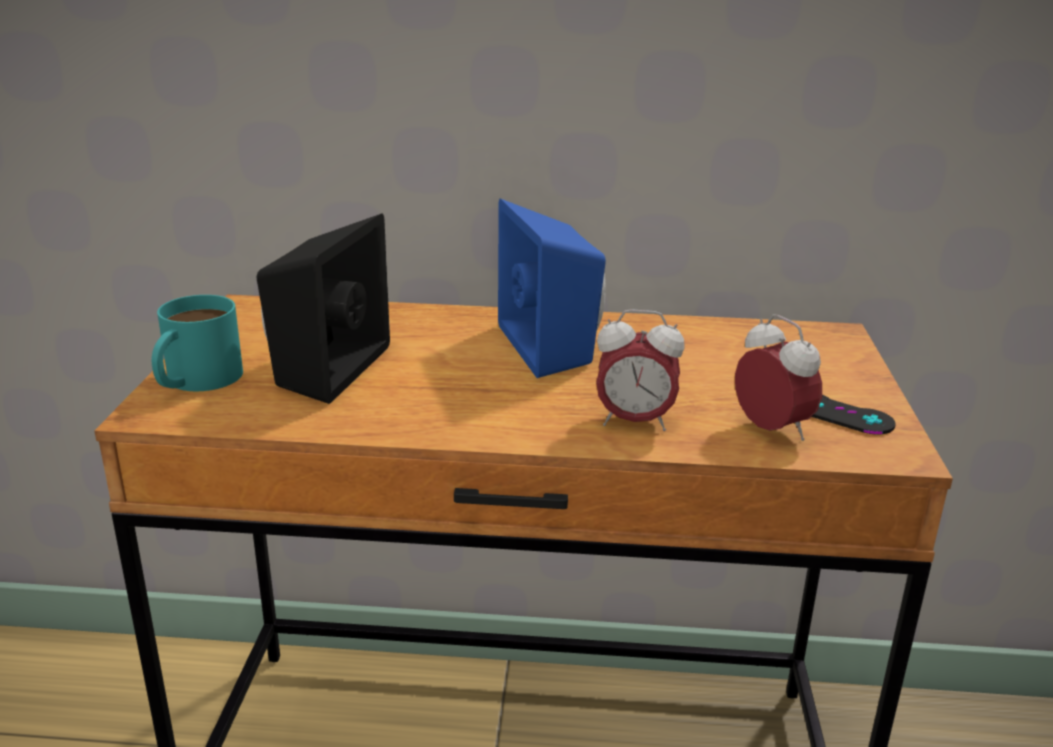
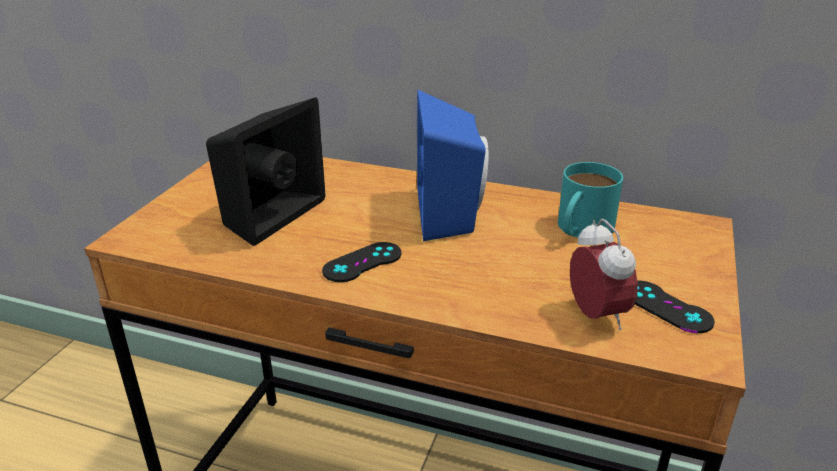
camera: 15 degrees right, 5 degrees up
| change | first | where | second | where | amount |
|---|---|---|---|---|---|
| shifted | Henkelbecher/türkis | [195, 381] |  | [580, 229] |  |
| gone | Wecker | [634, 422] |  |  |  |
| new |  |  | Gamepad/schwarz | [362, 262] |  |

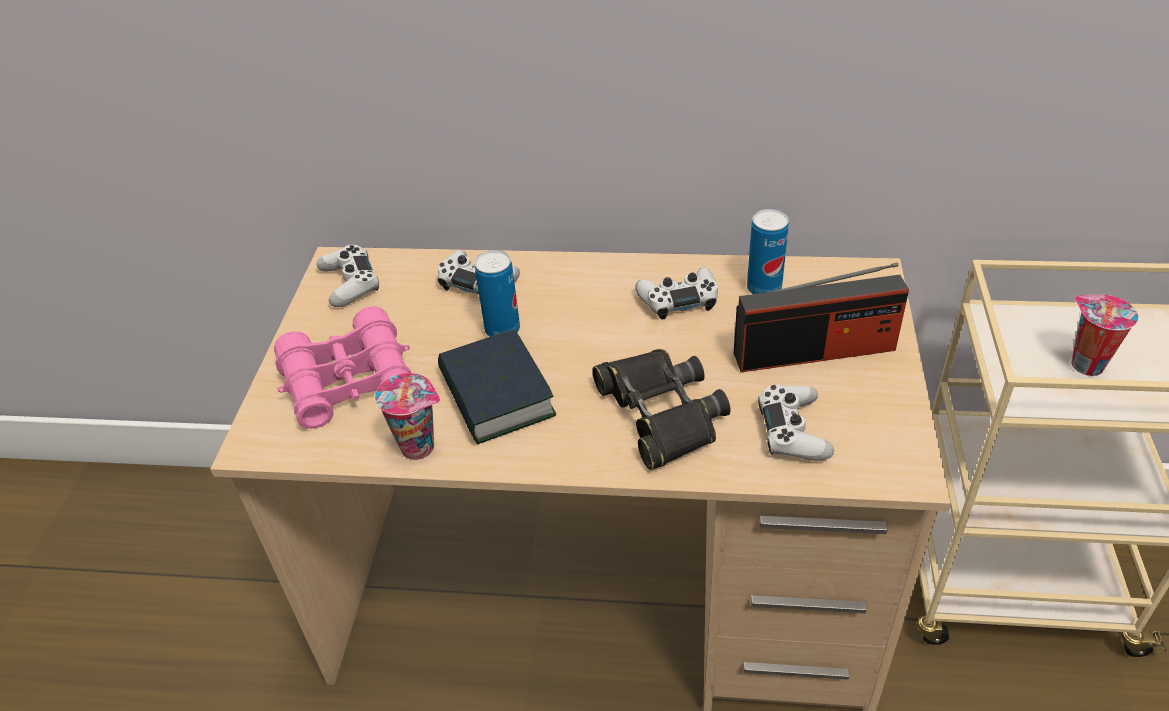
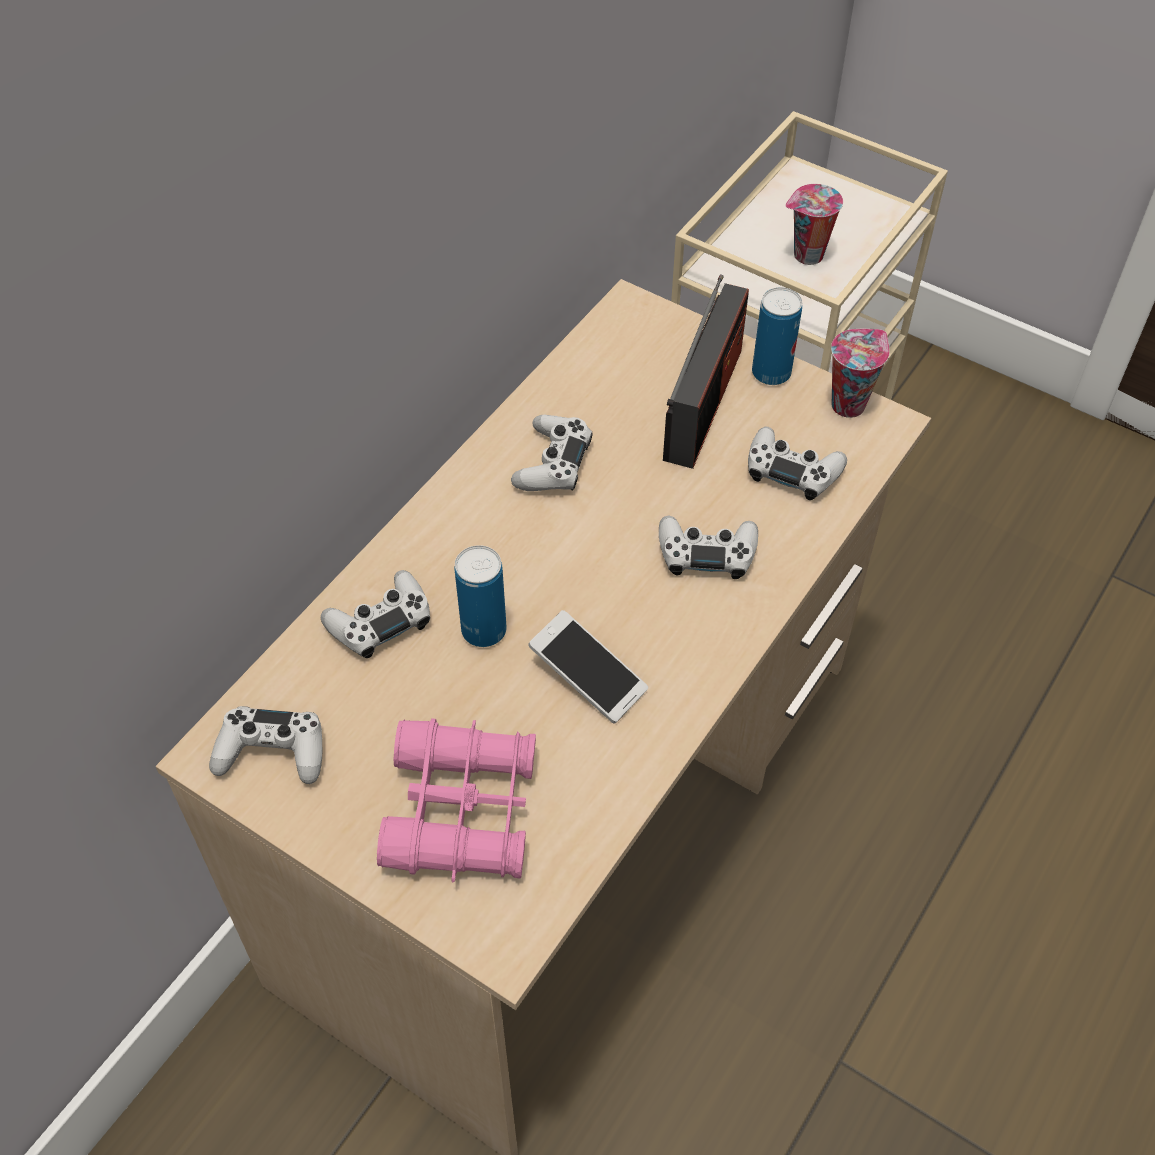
camera: 65 degrees left, 10 degrees up
| change | first | where | second | where | amount |
|---|---|---|---|---|---|
| shifted | Dose | [764, 288] |  | [771, 373] |  |
| swapped | Buch | [496, 395] | Handy | [588, 676] |  |
| swapped | Fernglas/schwarz | [660, 413] | Gamepad/weiß | [706, 553] |  |
| shifted | Tasse | [420, 446] |  | [848, 403] |  |

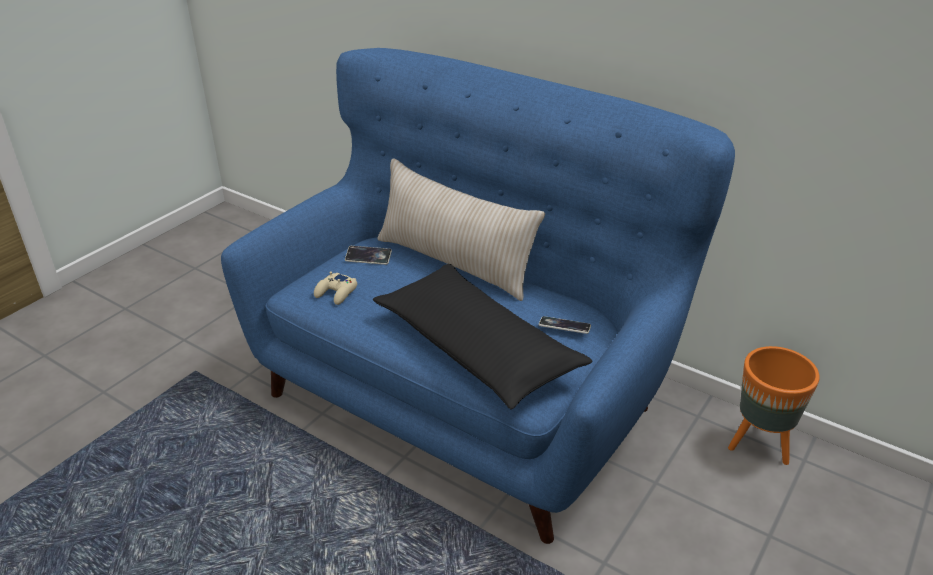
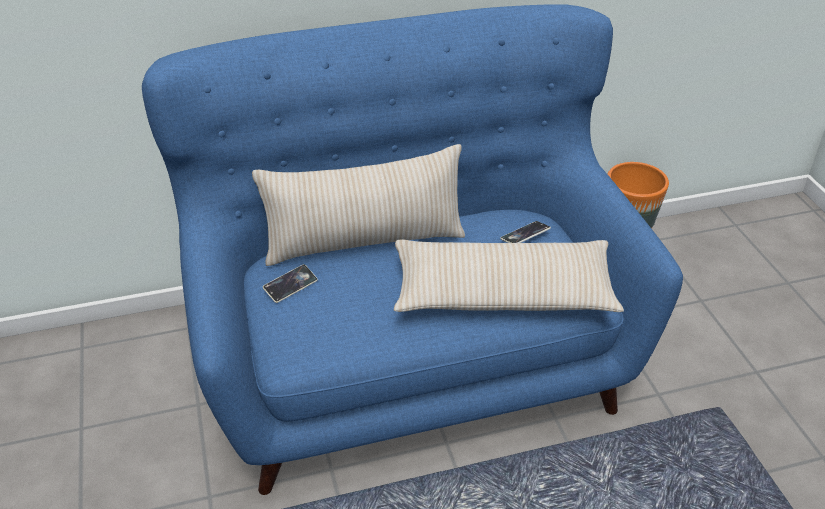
camera: 50 degrees left, 5 degrees up
| change | first | where | second | where | amount |
|---|---|---|---|---|---|
| repainted | Kissen/schwarz | [476, 348] | Kissen/beige | [503, 293] |  |
| gone | Gamepad/beige | [336, 293] |  |  |  |

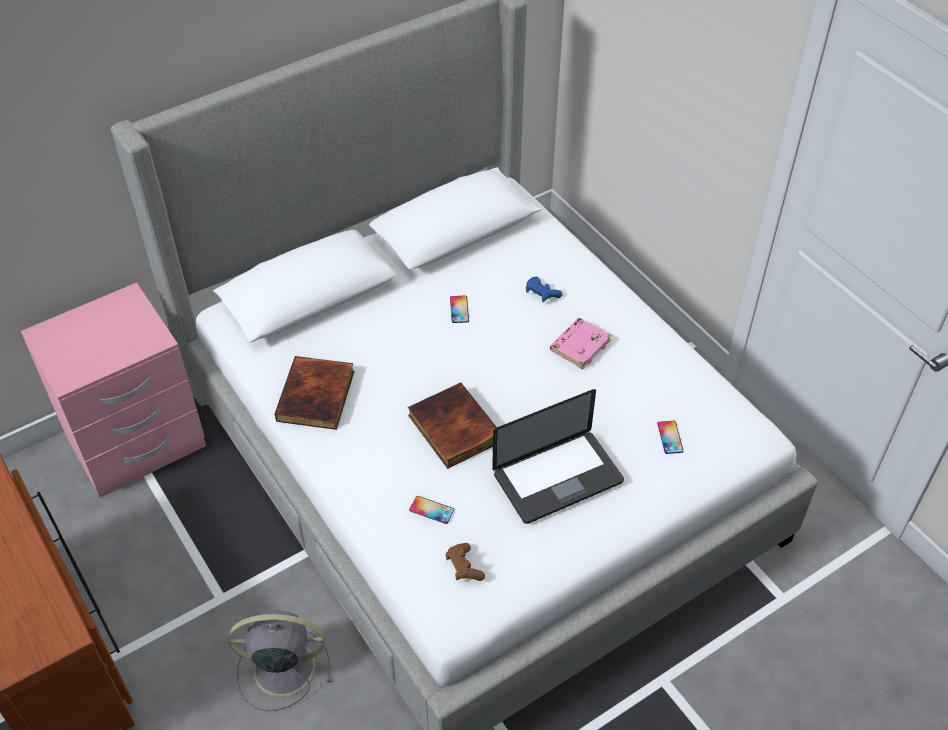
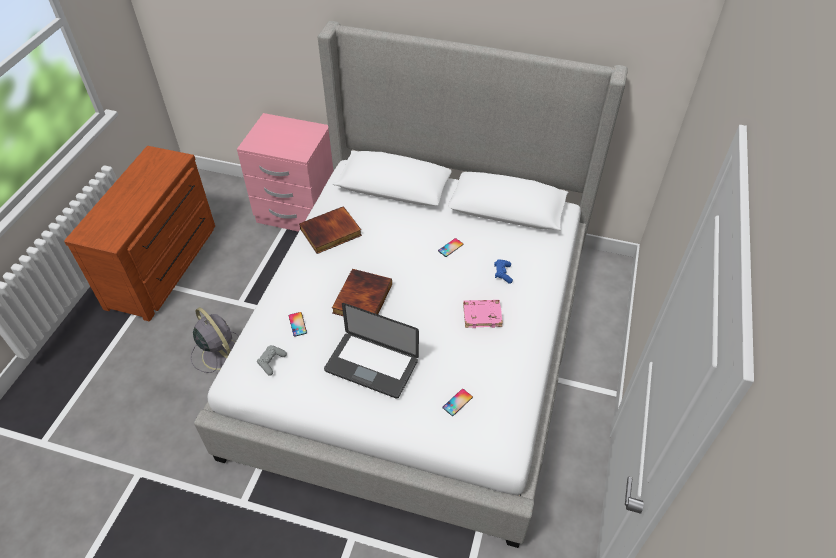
camera: 50 degrees right, 0 degrees up
| change | first | where | second | where | amount |
|---|---|---|---|---|---|
| repainted | Gamepad/braun | [464, 567] | Gamepad/grau | [271, 362] |  |

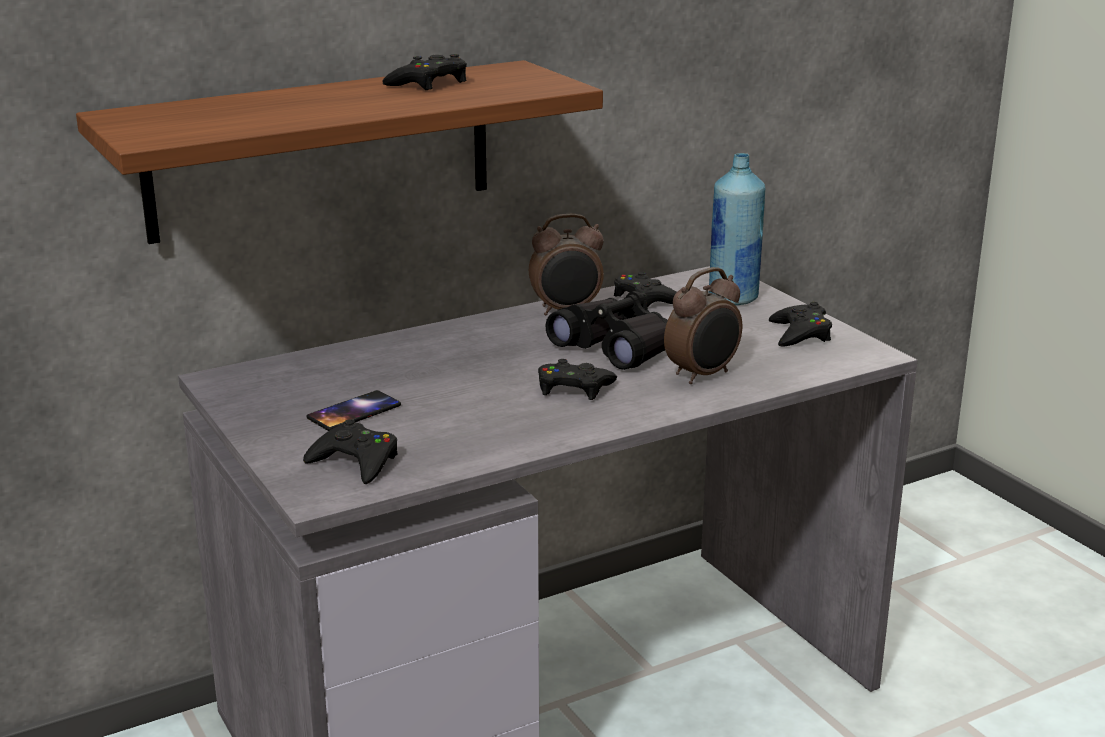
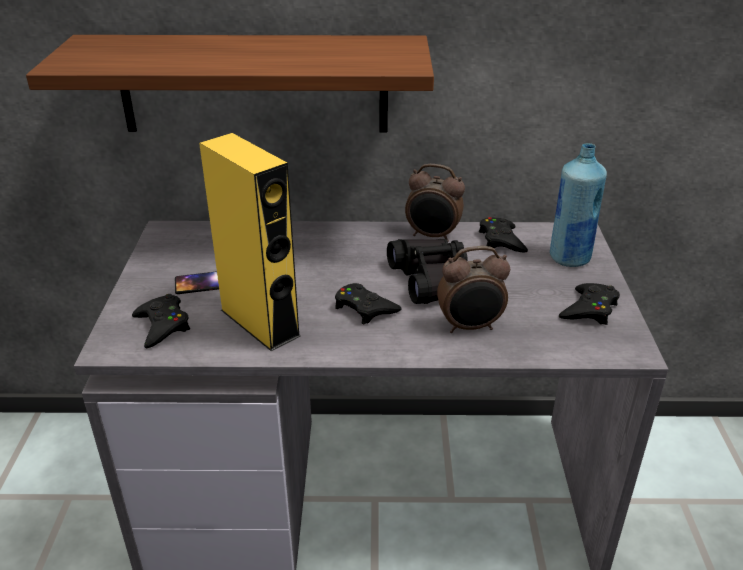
camera: 30 degrees right, 10 degrees up
| change | first | where | second | where | amount |
|---|---|---|---|---|---|
| gone | Gamepad/schwarz | [429, 83] |  |  |  |
| new |  |  | Lautsprecher/gelb | [260, 322] |  |

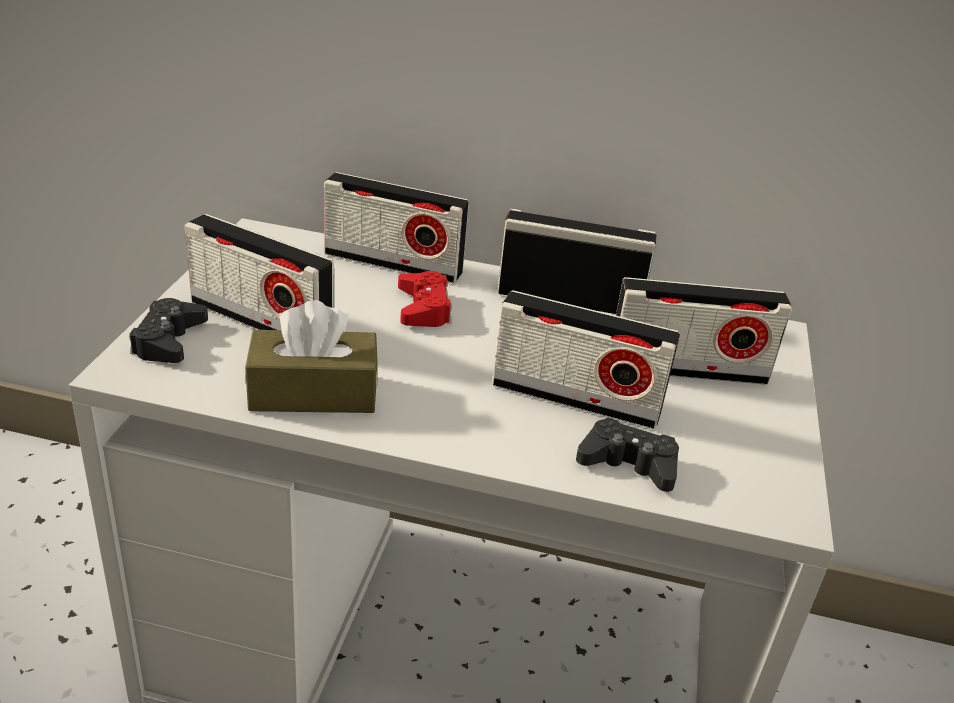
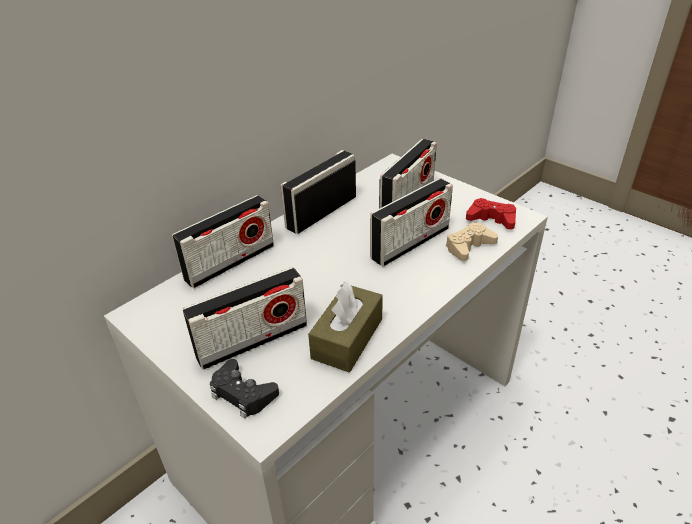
camera: 55 degrees left, 5 degrees up
| change | first | where | second | where | amount |
|---|---|---|---|---|---|
| shifted | Gamepad/rot | [424, 308] |  | [491, 219] |  |
| repainted | Gamepad/schwarz | [628, 464] | Gamepad/beige | [469, 246] |  |

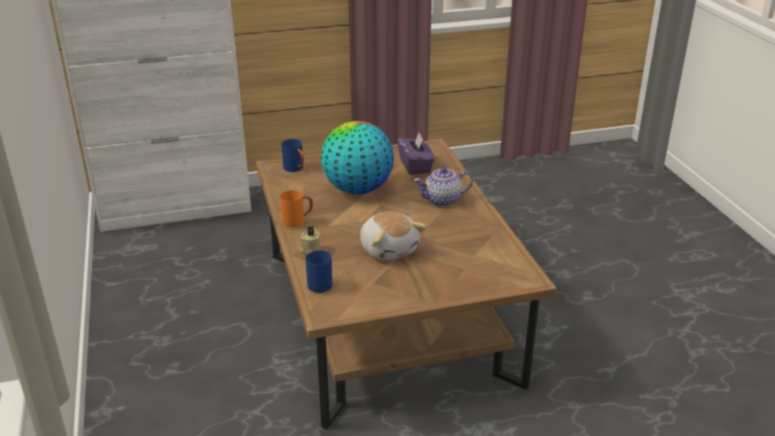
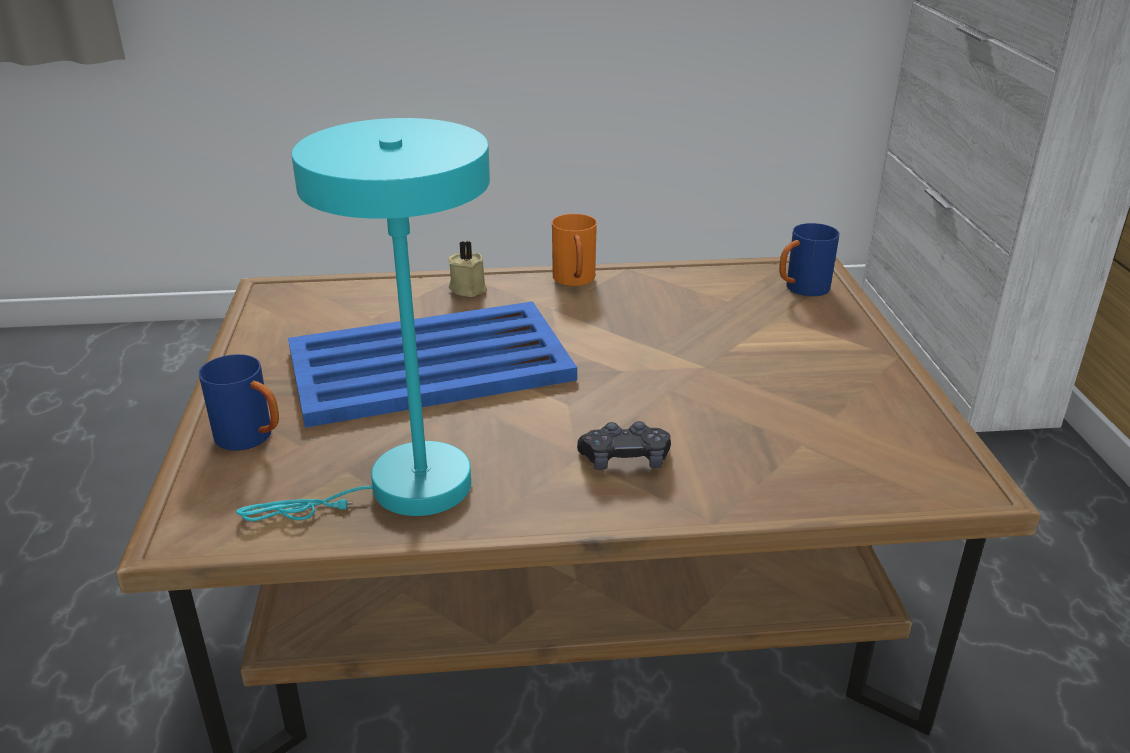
camera: 100 degrees right, 0 degrees up
| change | first | where | second | where | amount |
|---|---|---|---|---|---|
| gone | Globus | [357, 189] |  |  |  |
| gone | Taschentuchbox/lila | [415, 166] |  |  |  |
| swapped | Teekanne | [443, 200] | Gamepad/schwarz | [625, 460] |  |
| swapped | Plüschtier | [389, 249] | Tablett/blau | [433, 365] |  |
| shifted | Henkelbecher/blau | [321, 283] |  | [252, 439] |  |
| new |  |  | Tischlampe/türkis | [403, 490] |  |

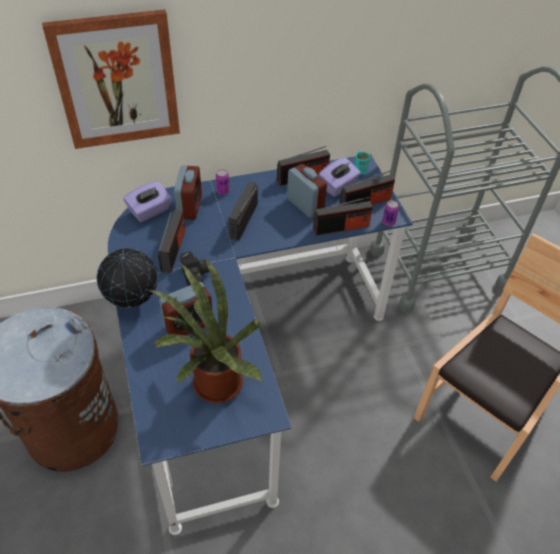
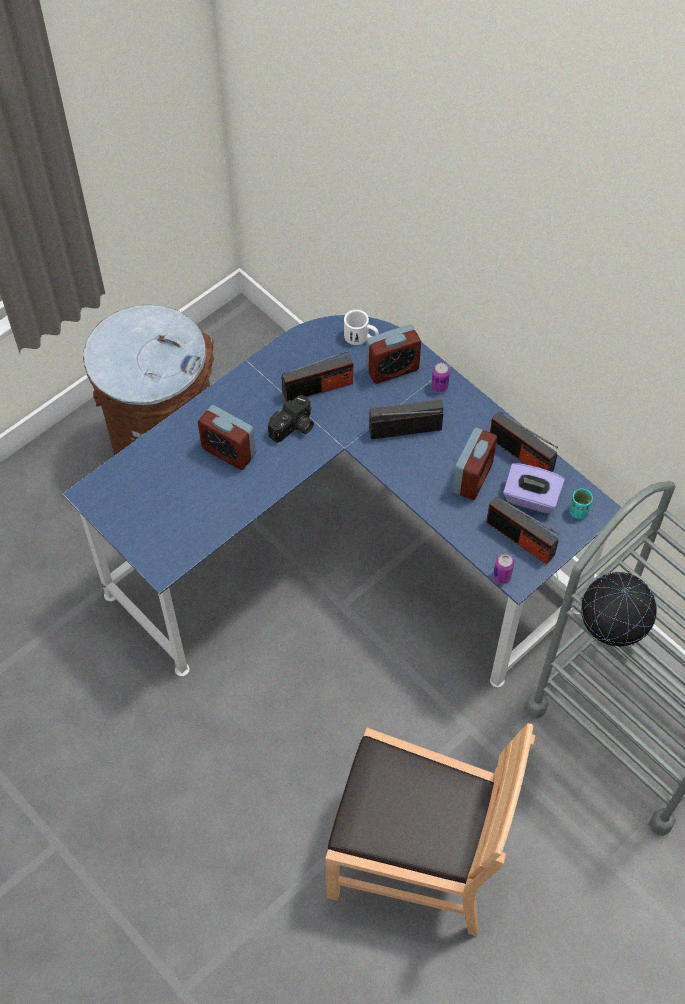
camera: 65 degrees right, 10 degrees up
| change | first | where | second | where | amount |
|---|---|---|---|---|---|
| gone | Bild | [117, 81] |  |  |  |
| swapped | Taschentuchbox/lila | [150, 211] | Henkelbecher/weiß | [361, 337] |  |
| gone | Radio | [341, 227] |  |  |  |
| shifted | Globus | [133, 302] |  | [611, 630] |  |
| gone | Topfpflanze | [212, 385] |  |  |  |

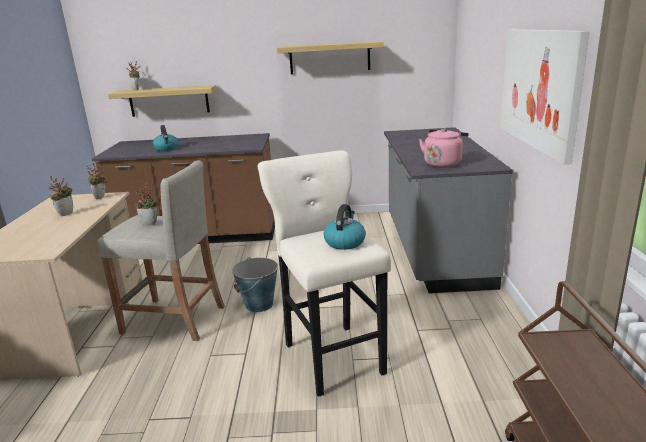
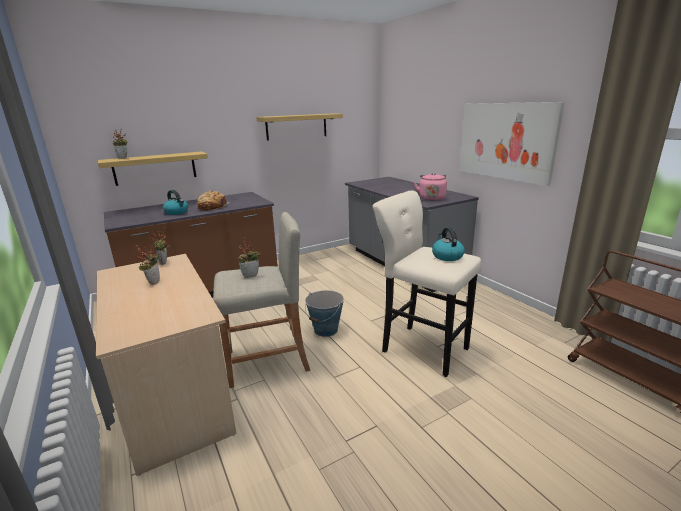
camera: 30 degrees left, 0 degrees up
| change | first | where | second | where | amount |
|---|---|---|---|---|---|
| new |  |  | Brot | [212, 207] |  |

